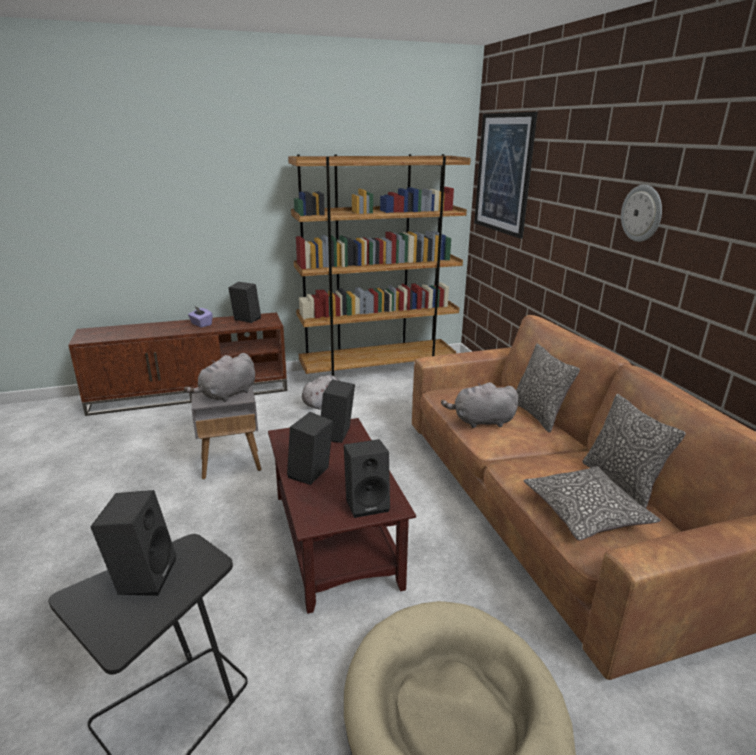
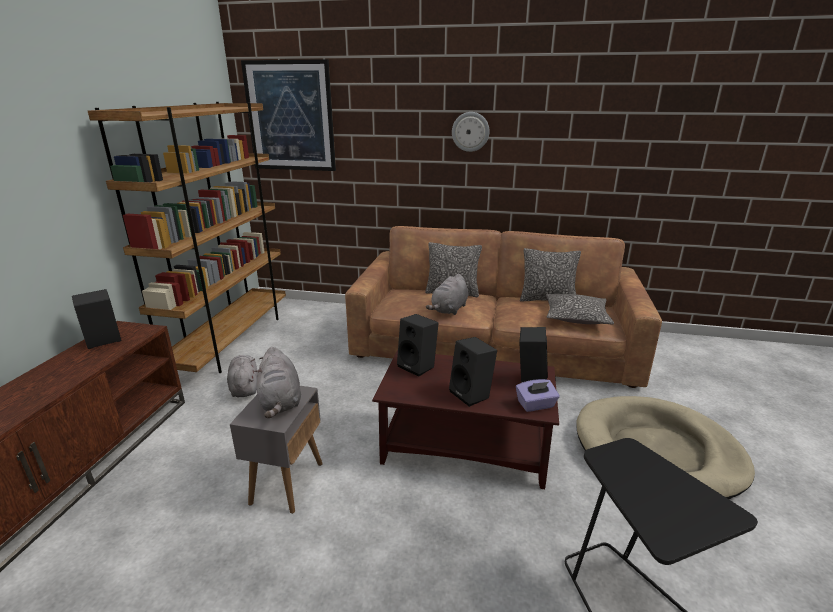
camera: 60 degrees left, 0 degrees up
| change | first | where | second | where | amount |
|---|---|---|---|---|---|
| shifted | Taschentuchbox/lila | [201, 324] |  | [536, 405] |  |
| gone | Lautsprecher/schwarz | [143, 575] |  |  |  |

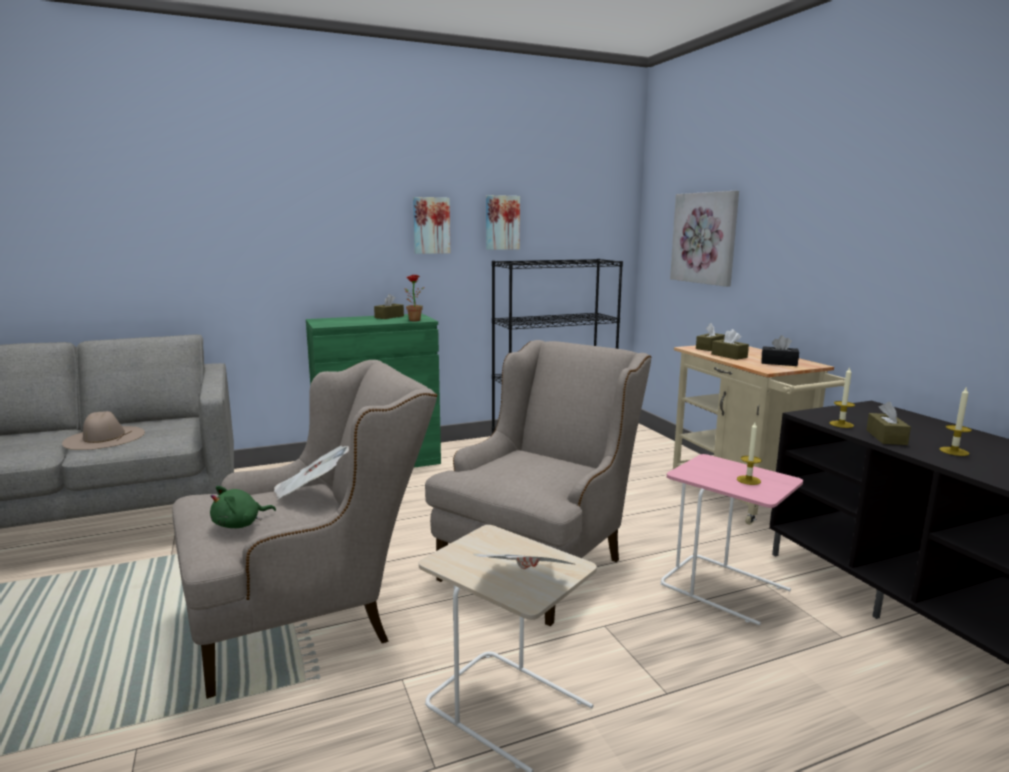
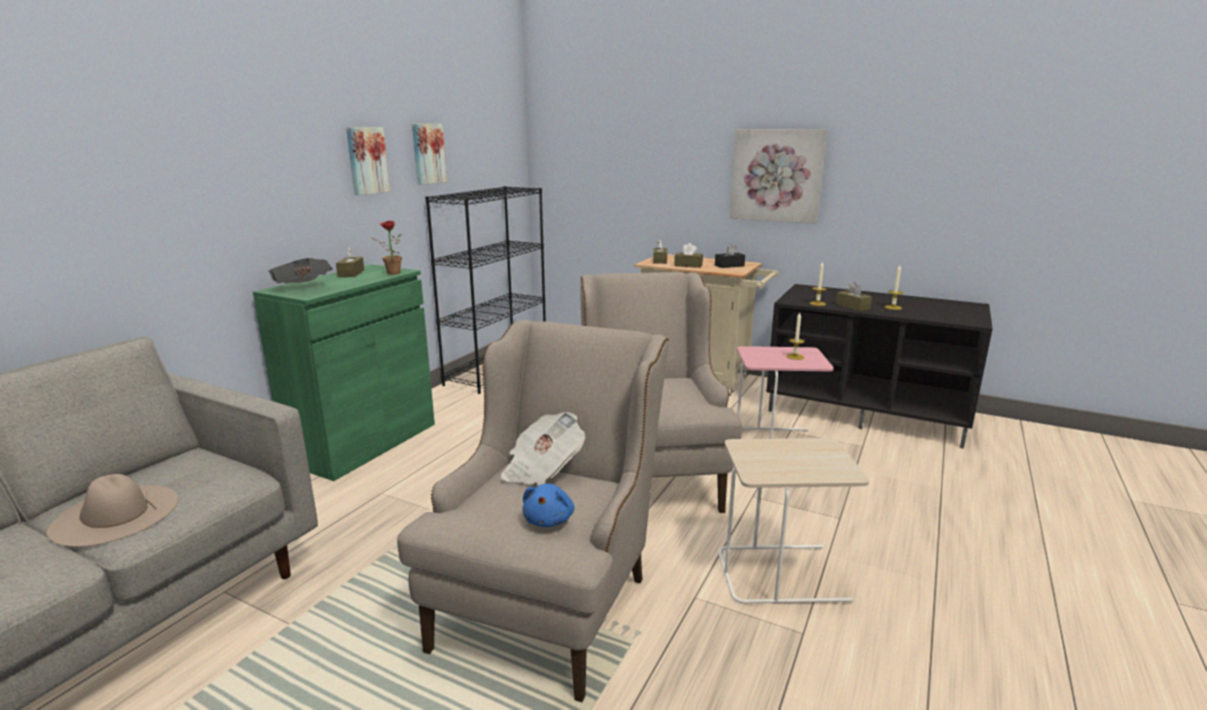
camera: 40 degrees left, 5 degrees up
| change | first | where | second | where | amount |
|---|---|---|---|---|---|
| shifted | Bild | [705, 238] |  | [777, 176] |  |
| repainted | Plüschtier/grün | [240, 524] | Plüschtier/blau | [549, 520] |  |
| shifted | Zeitung | [525, 583] |  | [303, 288] |  |

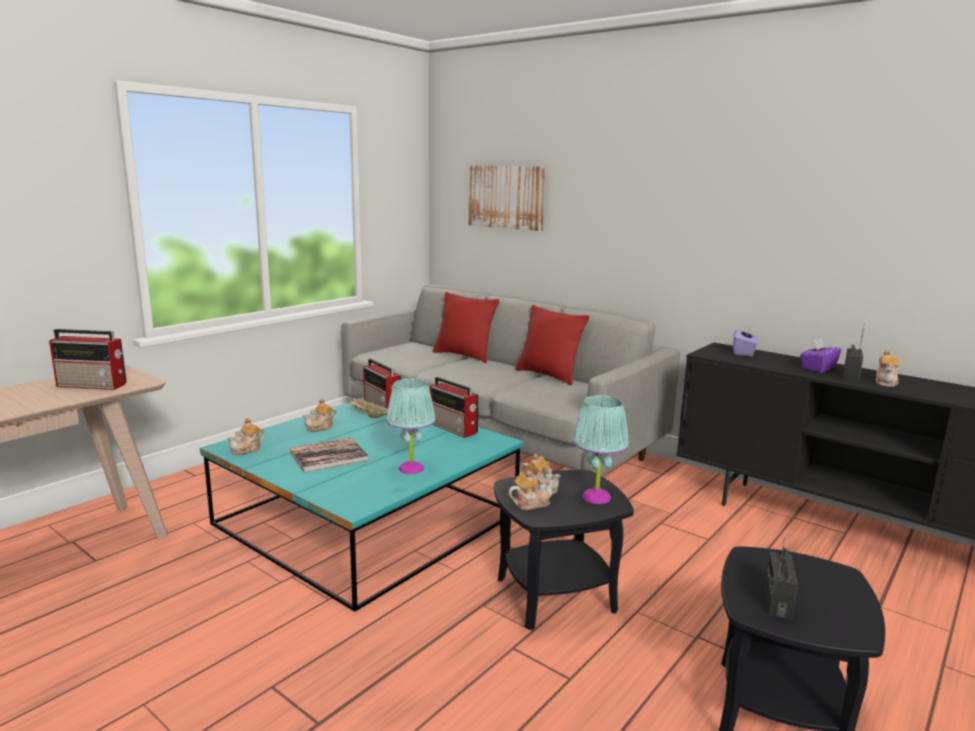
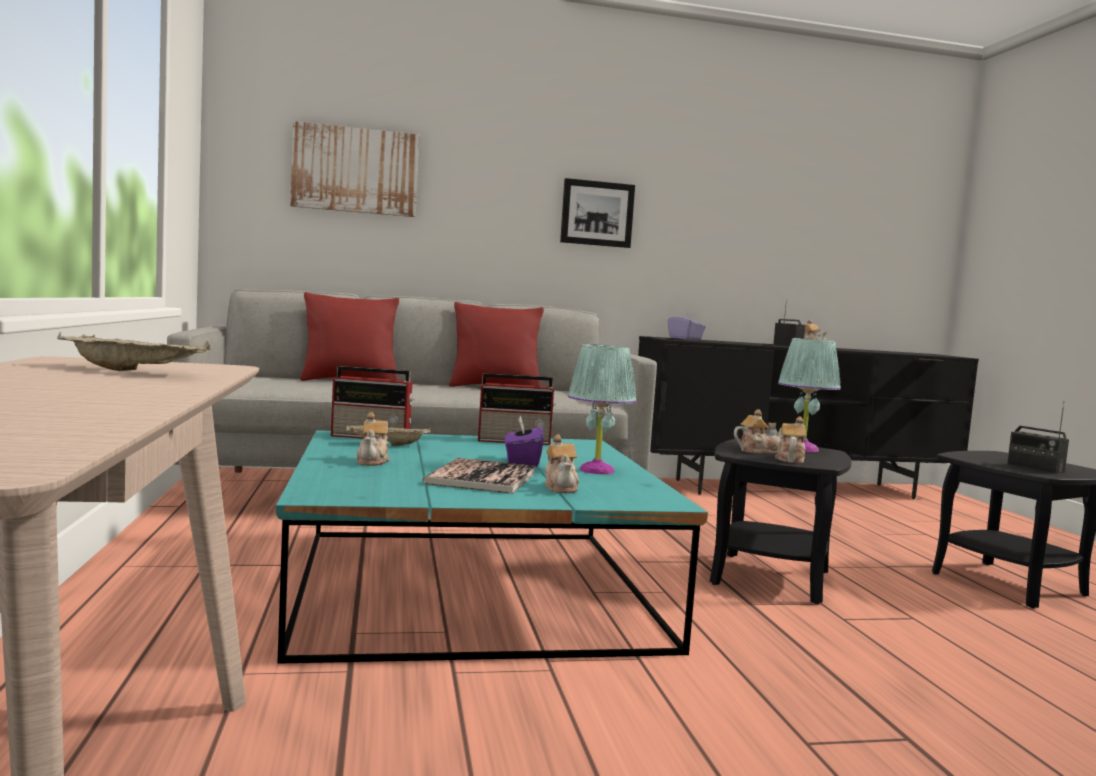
camera: 50 degrees left, 10 degrees down
| change | first | where | second | where | amount |
|---|---|---|---|---|---|
| swapped | Radio | [93, 385] | Tablett/beige | [137, 371] |  |
| shifted | Taschentuchbox/lila | [817, 368] |  | [522, 462] |  |
| shifted | Teekanne | [247, 450] |  | [561, 487] |  |
| new |  |  | Bild | [597, 213] |  |

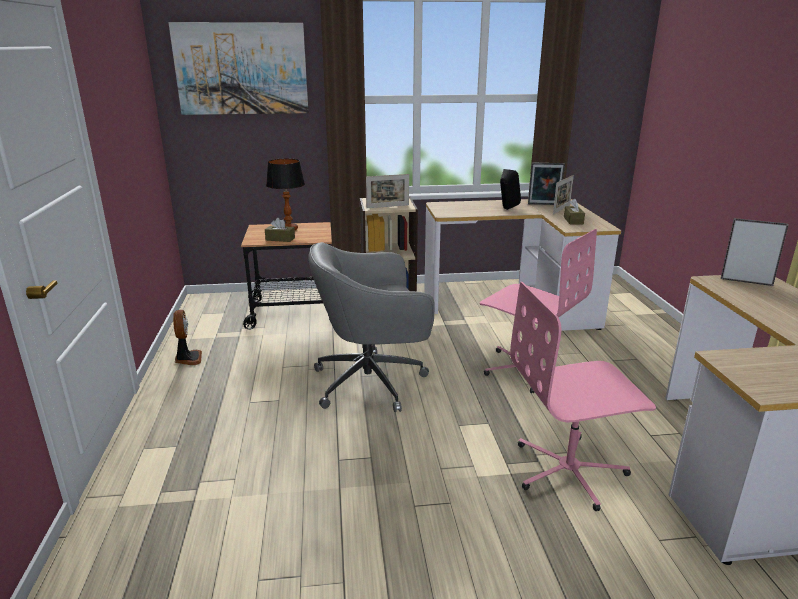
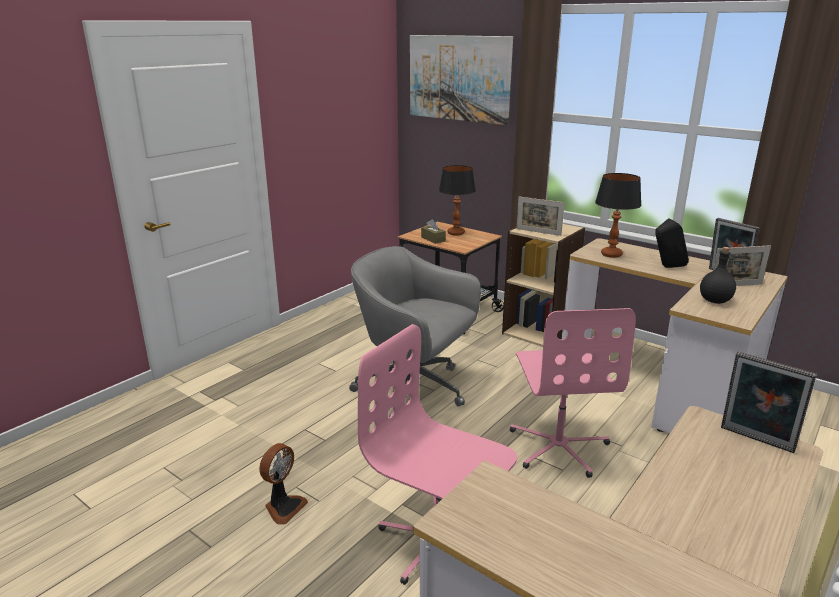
camera: 45 degrees right, 0 degrees up
| change | first | where | second | where | amount |
|---|---|---|---|---|---|
| swapped | Taschentuchbox/braun | [573, 220] | Flasche/schwarz | [715, 301] |  |
| rotated | Bilderrahmen | [746, 281] |  | [755, 441] | 150 degrees clockwise |
| shifted | Ventilator | [188, 359] |  | [283, 507] |  |
| new |  |  | Tischlampe | [611, 254] |  |

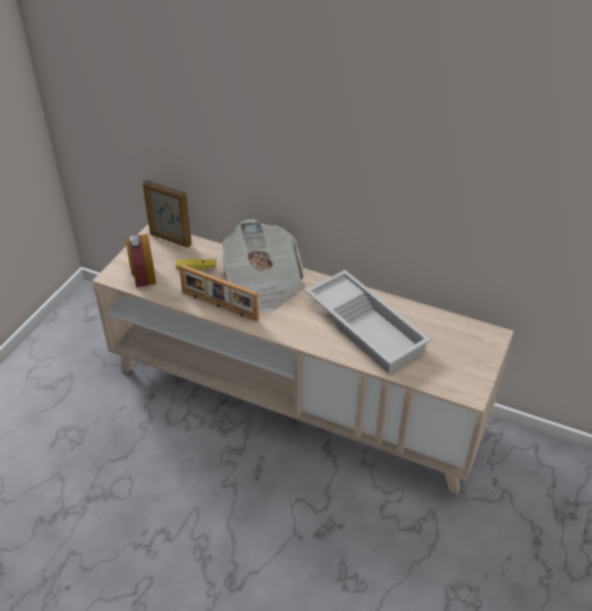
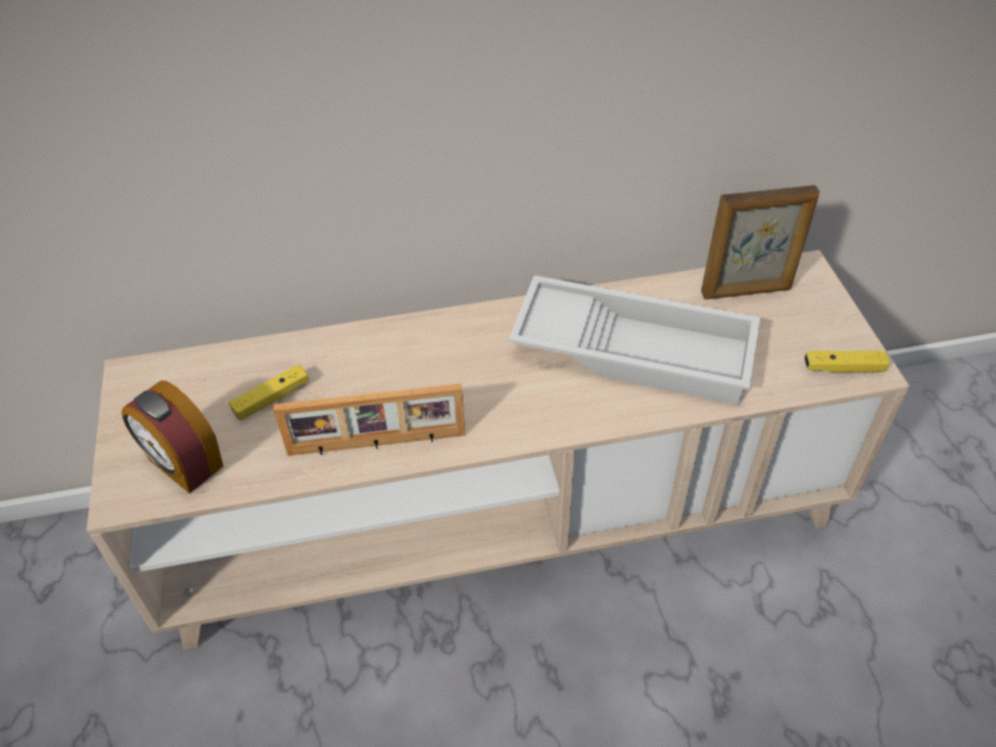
camera: 35 degrees left, 5 degrees up
| change | first | where | second | where | amount |
|---|---|---|---|---|---|
| shifted | Bilderrahmen | [170, 240] |  | [746, 291] |  |
| gone | Zeitung | [264, 283] |  |  |  |
| new |  |  | Gamepad/gelb | [843, 368] |  |

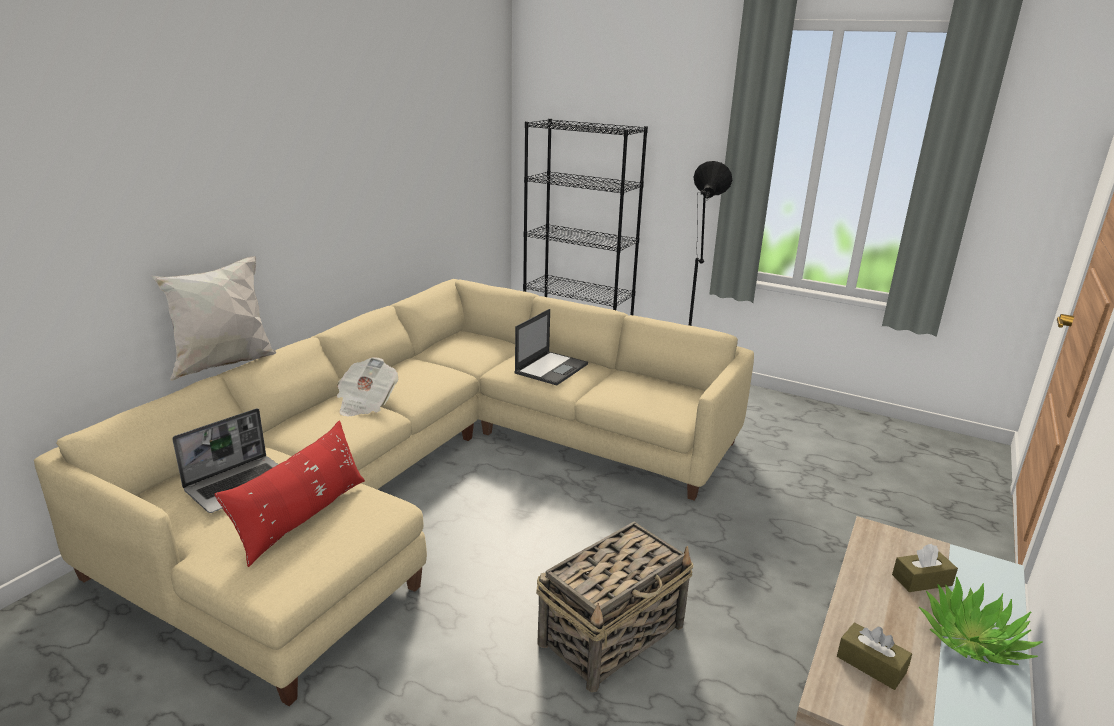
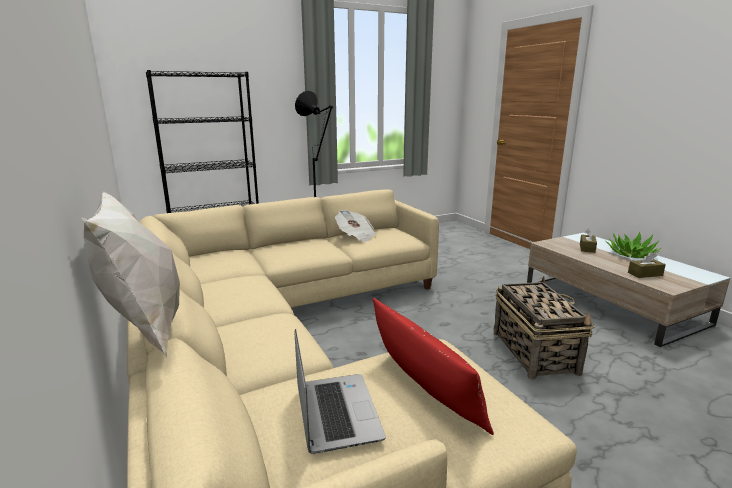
camera: 55 degrees left, 5 degrees down
| change | first | where | second | where | amount |
|---|---|---|---|---|---|
| gone | Laptop | [552, 368] |  |  |  |
| shifted | Zeitung | [366, 403] |  | [356, 236] |  |

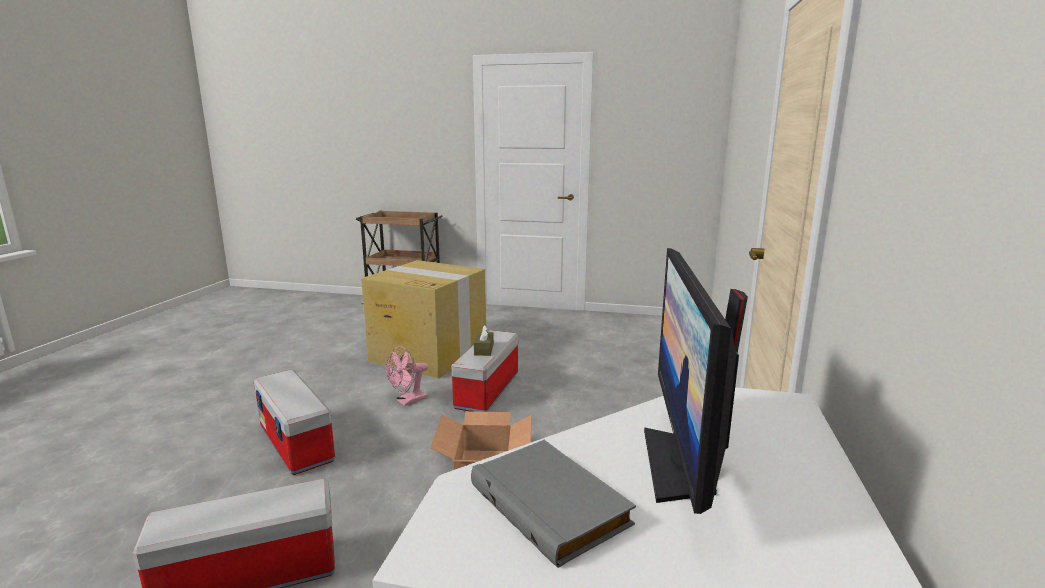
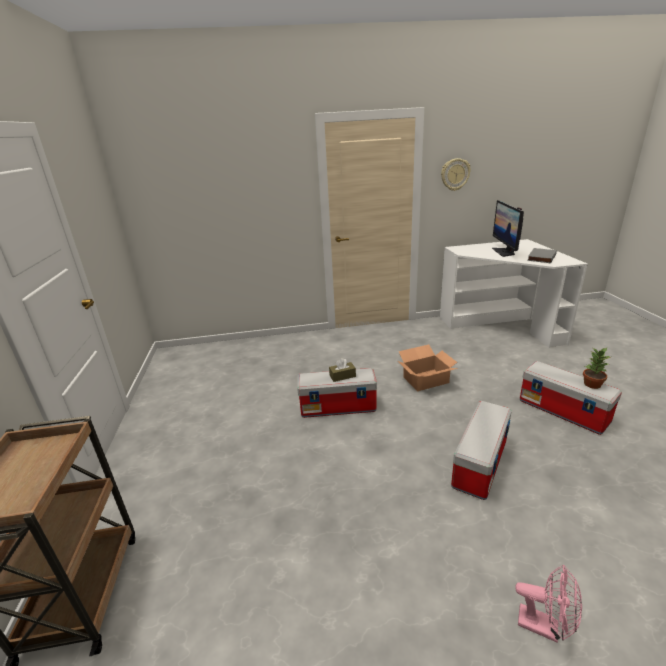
camera: 110 degrees left, 10 degrees up
| change | first | where | second | where | amount |
|---|---|---|---|---|---|
| rotated | Monitor | [682, 465] |  | [504, 252] | 105 degrees clockwise |
| gone | Karton | [428, 354] |  |  |  |
| shifted | Ventilator/rosa | [408, 401] |  | [545, 626] |  |
| new |  |  | Wanduhr | [455, 174] |  |
| new |  |  | Topfpflanze | [591, 384] |  |

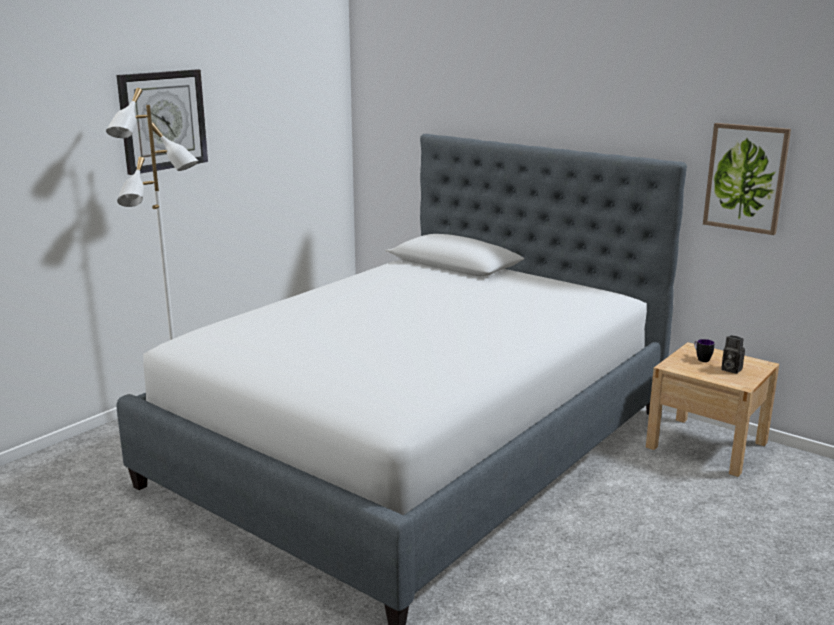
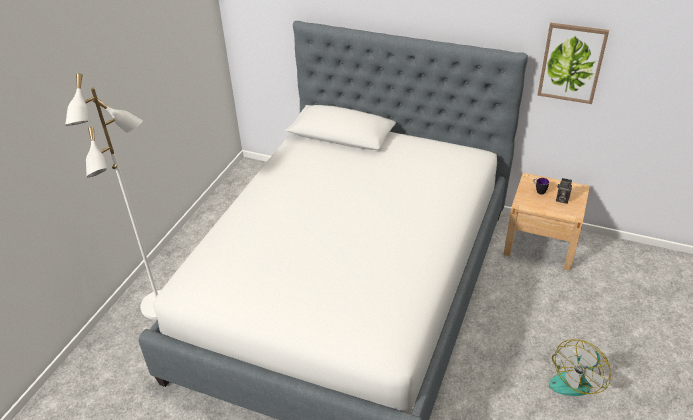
camera: 15 degrees left, 20 degrees up
| change | first | where | second | where | amount |
|---|---|---|---|---|---|
| gone | Wanduhr | [163, 120] |  |  |  |
| new |  |  | Ventilator | [575, 379] |  |

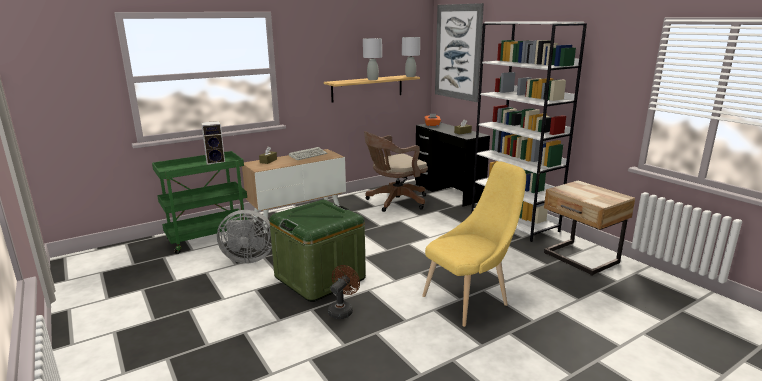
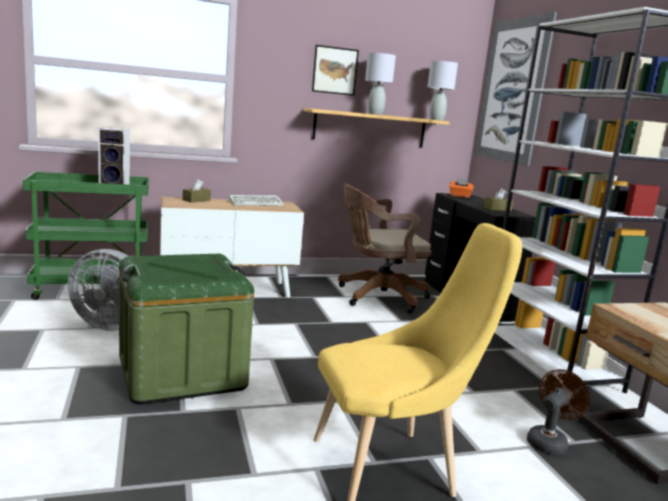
camera: 15 degrees right, 5 degrees down
| change | first | where | second | where | amount |
|---|---|---|---|---|---|
| shifted | Ventilator/braun | [342, 310] |  | [549, 441] |  |
| new |  |  | Bild | [335, 70] |  |

